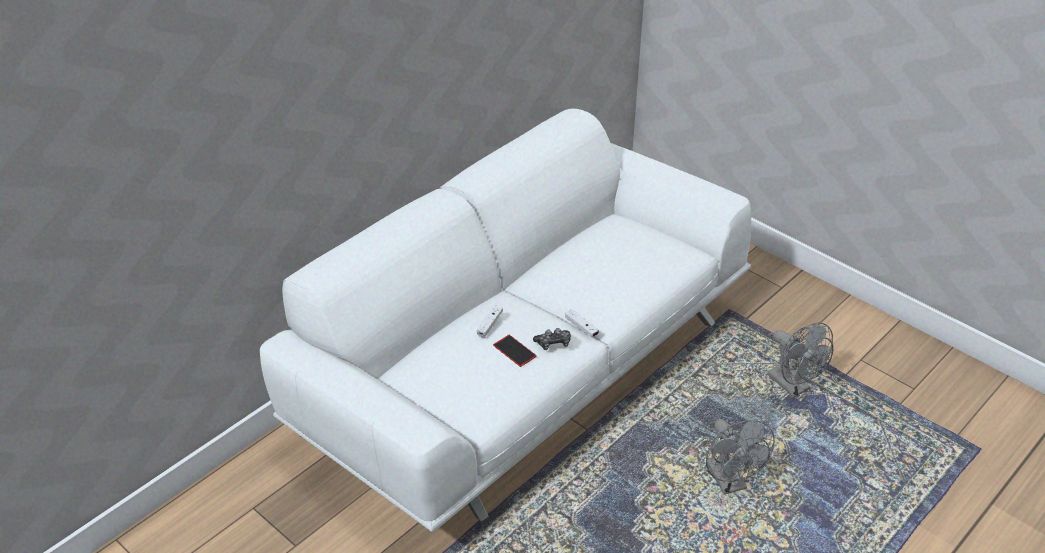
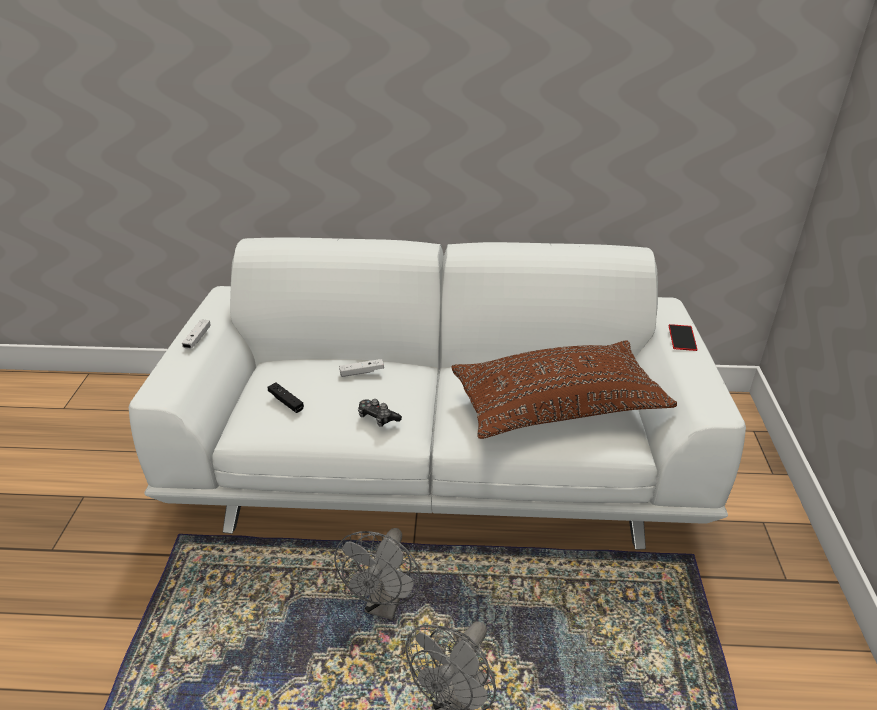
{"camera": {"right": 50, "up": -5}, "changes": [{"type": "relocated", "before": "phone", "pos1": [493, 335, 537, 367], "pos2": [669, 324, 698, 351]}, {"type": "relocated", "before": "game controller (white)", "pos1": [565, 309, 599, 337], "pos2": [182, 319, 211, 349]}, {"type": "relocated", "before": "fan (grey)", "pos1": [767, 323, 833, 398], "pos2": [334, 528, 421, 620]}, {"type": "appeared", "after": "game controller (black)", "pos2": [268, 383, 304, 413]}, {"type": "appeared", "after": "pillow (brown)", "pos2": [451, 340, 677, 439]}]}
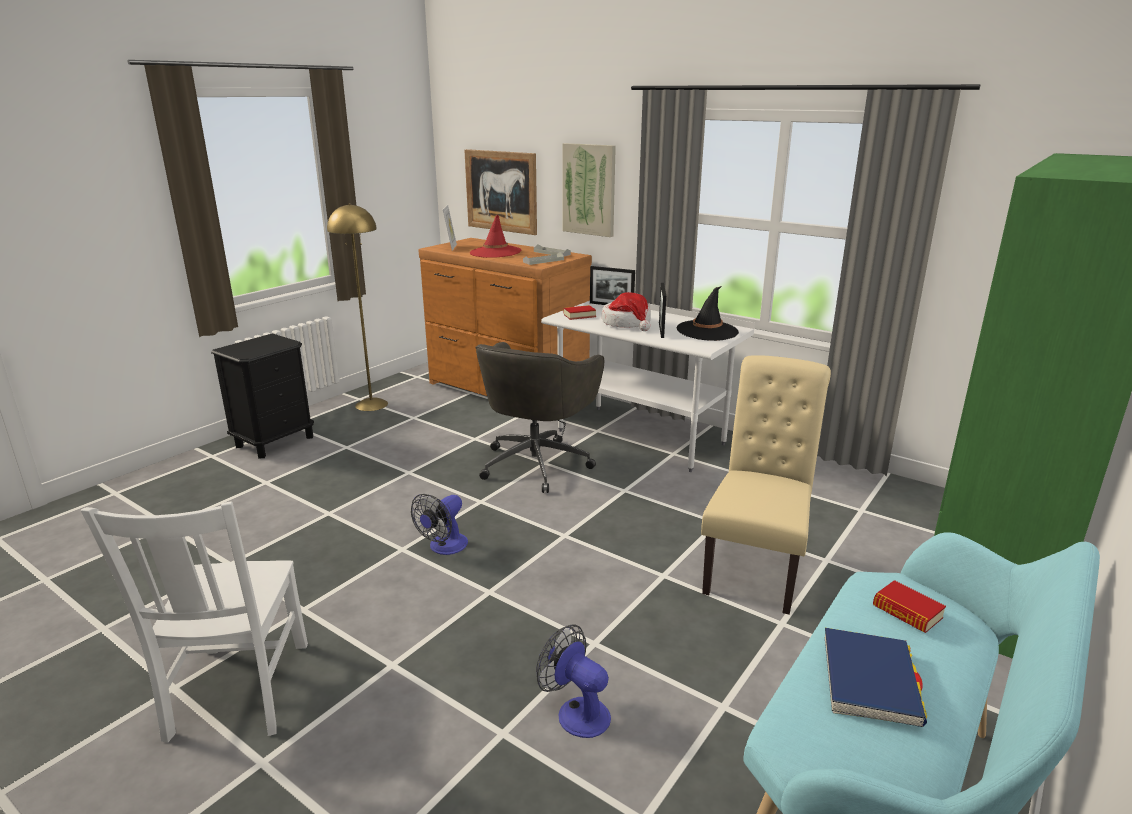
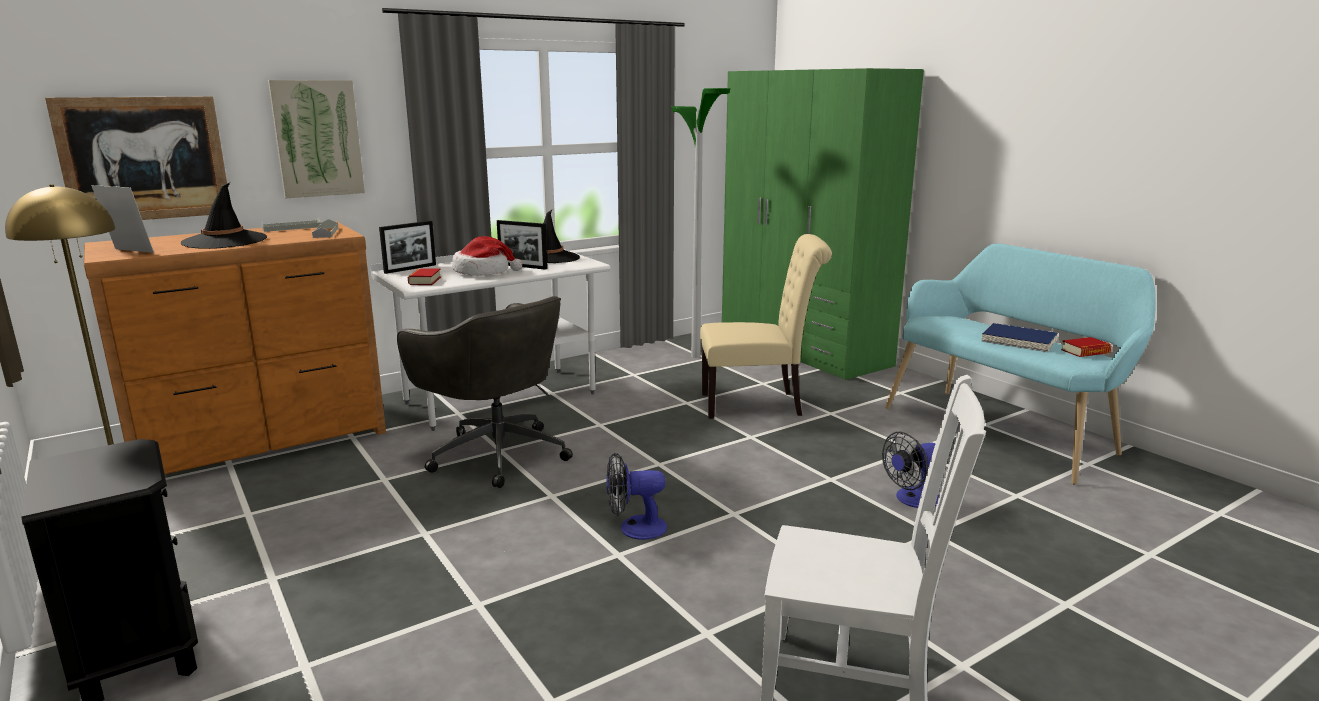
{"camera": {"right": -70, "up": -5}, "changes": [{"type": "spun", "before": "fan", "pos1": [411, 494, 468, 555], "pos2": [606, 452, 667, 540], "turn": 120}, {"type": "colour", "before": "hat (red)", "after": "hat (black)", "pos1": [470, 214, 521, 258], "pos2": [181, 183, 267, 249]}, {"type": "spun", "before": "chair (beige)", "pos1": [701, 355, 831, 615], "pos2": [700, 234, 832, 419], "turn": 135}, {"type": "relocated", "before": "book", "pos1": [873, 580, 946, 633], "pos2": [1061, 337, 1111, 357]}, {"type": "appeared", "after": "floor lamp", "pos2": [671, 88, 731, 358]}]}
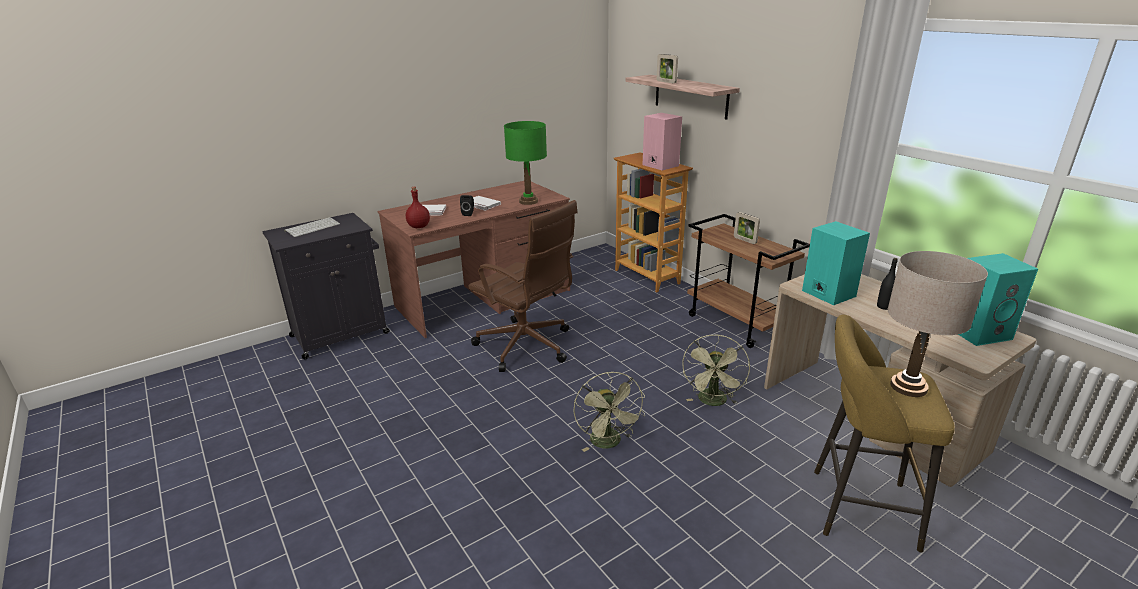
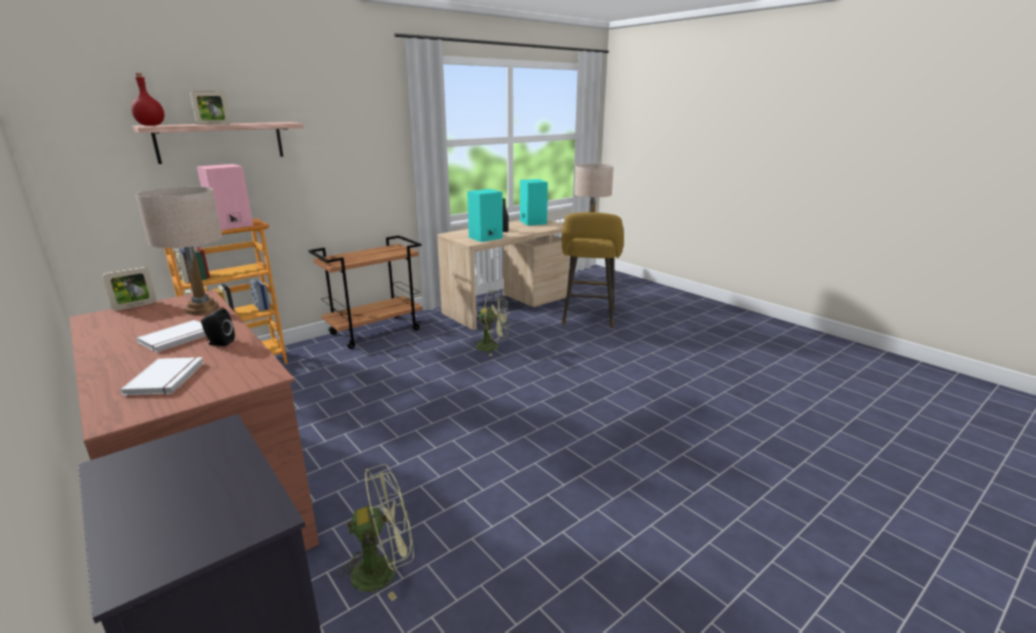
{"camera": {"right": -95, "up": -5}, "changes": [{"type": "missing", "before": "keyboard", "pos1": [284, 217, 340, 237]}, {"type": "relocated", "before": "bottle (red)", "pos1": [406, 187, 430, 228], "pos2": [131, 73, 164, 126]}, {"type": "missing", "before": "office chair (brown)", "pos1": [468, 200, 578, 372]}, {"type": "colour", "before": "table lamp (green)", "after": "table lamp (beige)", "pos1": [504, 121, 547, 205], "pos2": [135, 187, 223, 315]}, {"type": "relocated", "before": "fan (green)", "pos1": [573, 372, 645, 452], "pos2": [337, 464, 414, 601]}, {"type": "relocated", "before": "picture frame", "pos1": [734, 212, 760, 244], "pos2": [102, 267, 157, 311]}]}
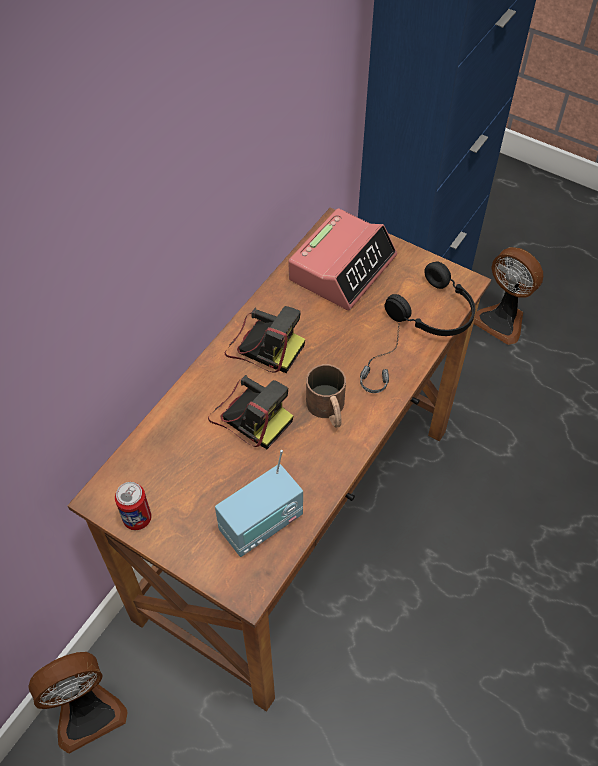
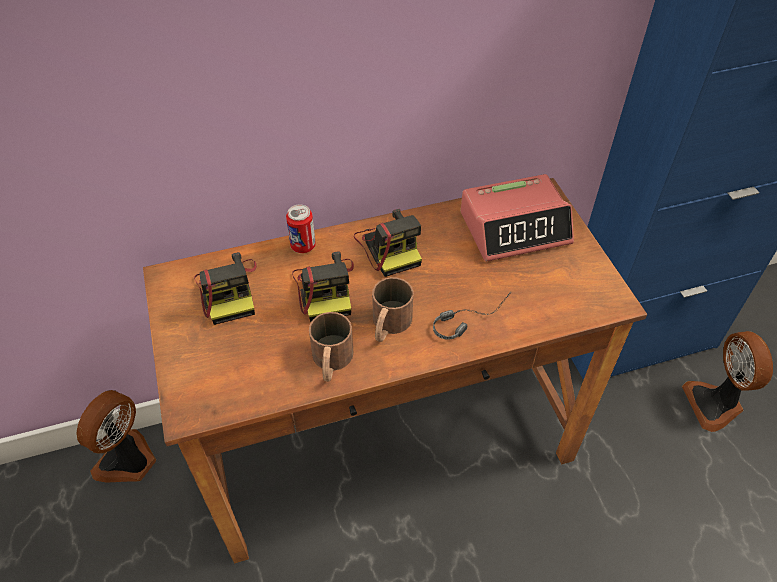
{"camera": {"right": 40, "up": -5}, "changes": [{"type": "spun", "before": "fan", "pos1": [28, 652, 128, 754], "pos2": [76, 390, 156, 483], "turn": 105}, {"type": "relocated", "before": "can", "pos1": [115, 482, 152, 530], "pos2": [286, 204, 316, 253]}, {"type": "missing", "before": "radio", "pos1": [215, 450, 303, 557]}, {"type": "missing", "before": "headphones (black)", "pos1": [384, 261, 475, 336]}, {"type": "appeared", "after": "photo camera", "pos2": [194, 252, 257, 325]}, {"type": "appeared", "after": "mug (brown)", "pos2": [309, 312, 353, 382]}]}
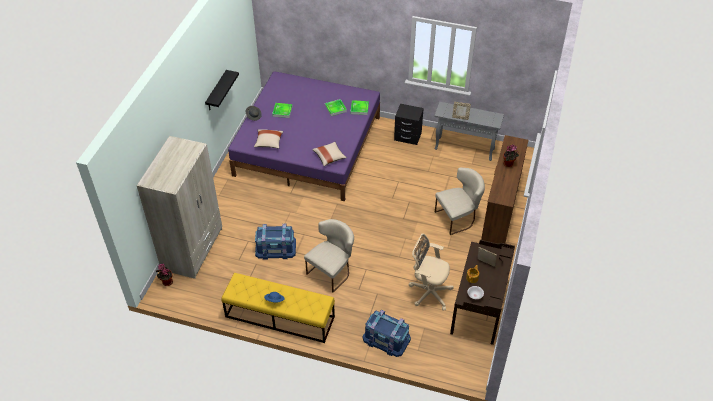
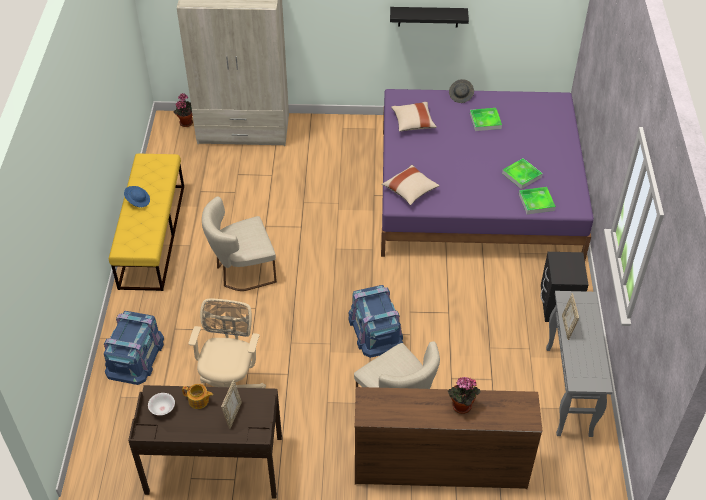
{"camera": {"right": 75, "up": 0}, "changes": [{"type": "relocated", "before": "storage box (blue)", "pos1": [255, 224, 296, 260], "pos2": [348, 285, 403, 358]}, {"type": "spun", "before": "chair (beige)", "pos1": [304, 219, 354, 292], "pos2": [202, 196, 277, 291], "turn": 135}]}
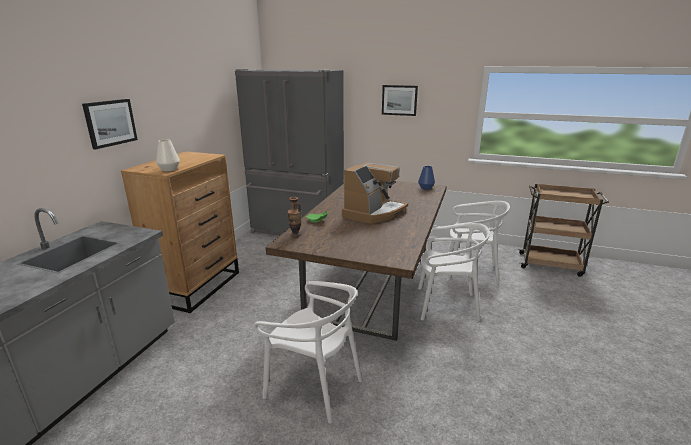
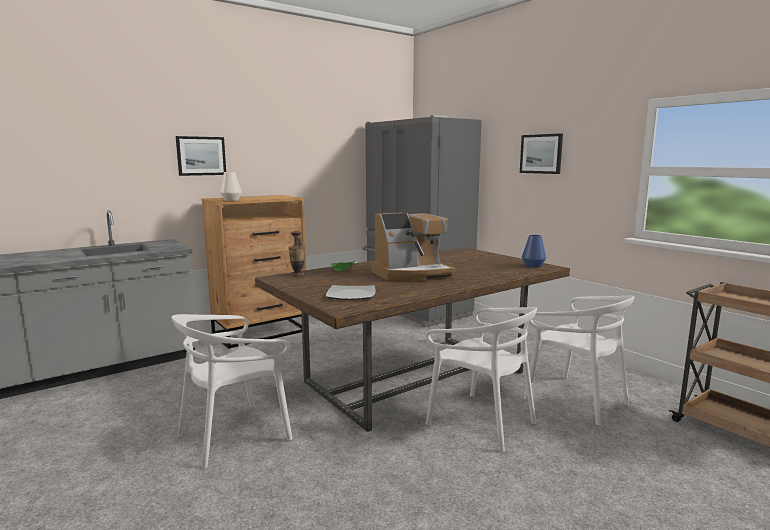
{"camera": {"right": 35, "up": -10}, "changes": [{"type": "spun", "before": "chair (white)", "pos1": [253, 281, 362, 423], "pos2": [171, 314, 293, 468], "turn": 75}, {"type": "appeared", "after": "plate", "pos2": [326, 285, 376, 300]}]}
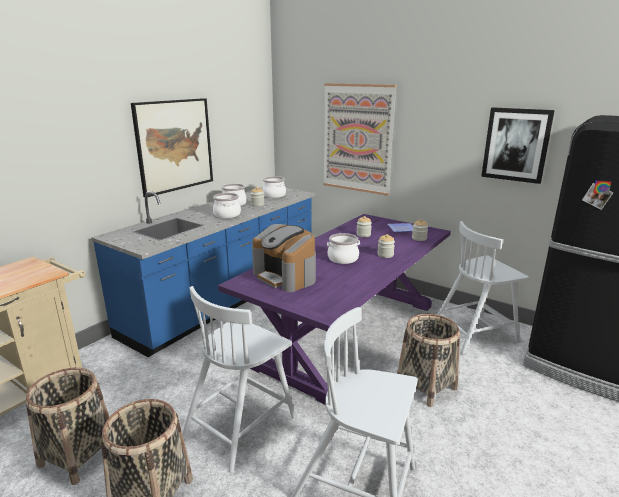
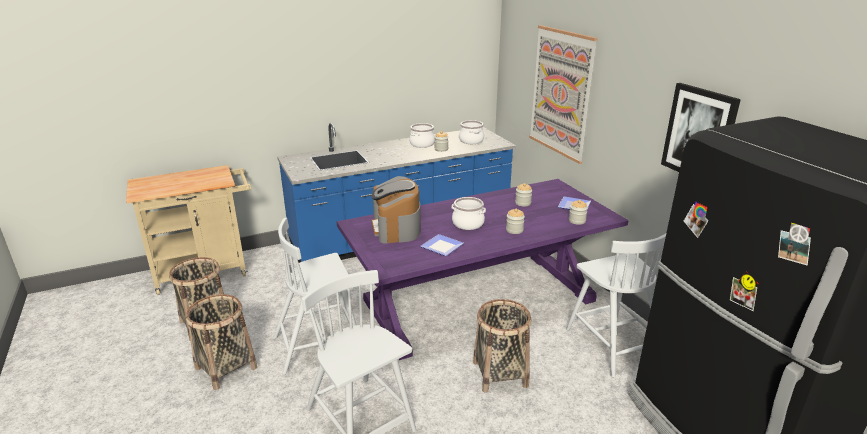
{"camera": {"right": 30, "up": 5}, "changes": [{"type": "missing", "before": "picture", "pos1": [131, 98, 213, 197]}, {"type": "missing", "before": "cooking pot", "pos1": [213, 193, 241, 218]}, {"type": "spun", "before": "chair (white)", "pos1": [437, 221, 529, 354], "pos2": [566, 234, 666, 377], "turn": -120}, {"type": "appeared", "after": "plate", "pos2": [420, 234, 464, 256]}]}
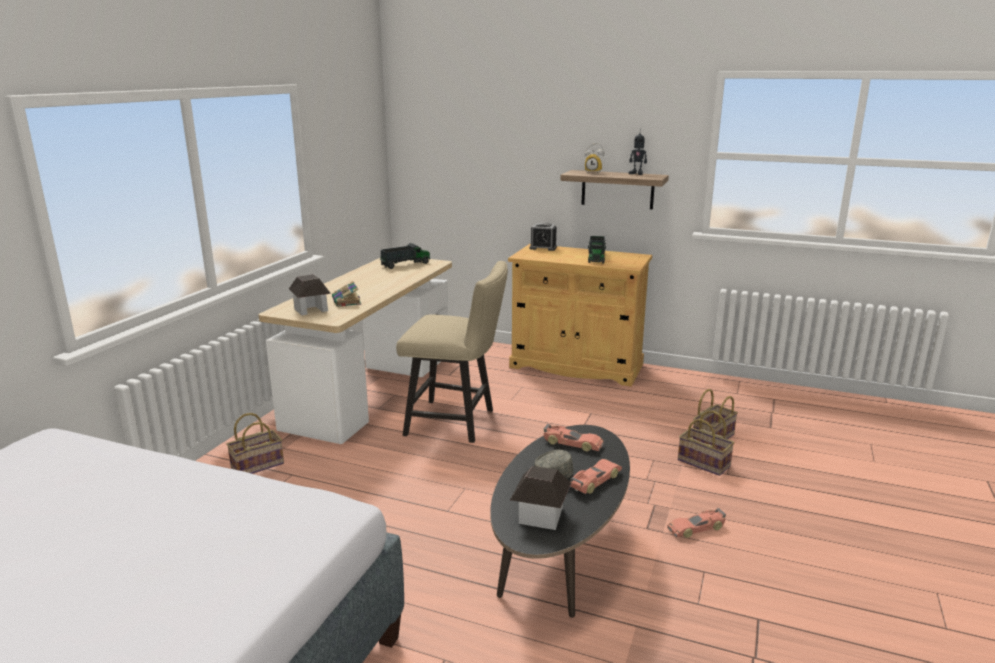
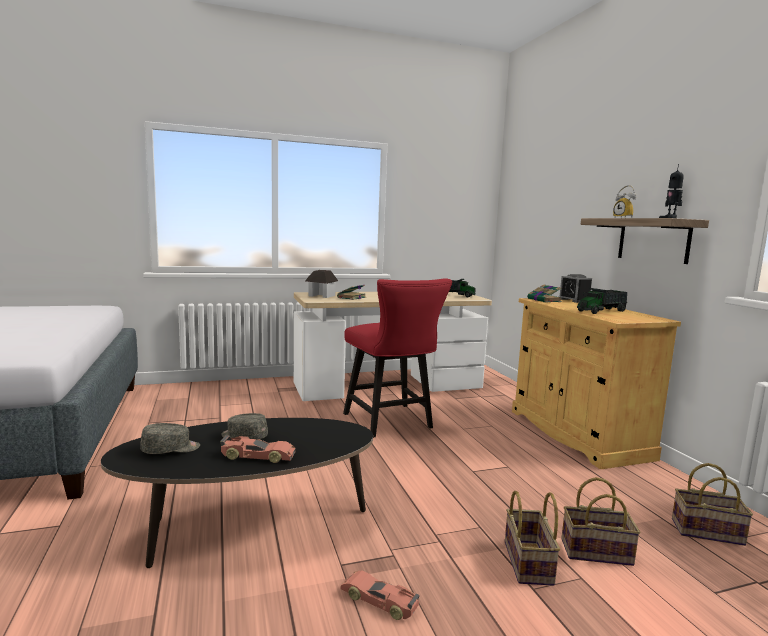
{"camera": {"right": 50, "up": -10}, "changes": [{"type": "relocated", "before": "basket", "pos1": [226, 413, 284, 474], "pos2": [672, 463, 753, 546]}, {"type": "colour", "before": "chair (beige)", "after": "chair (red)", "pos1": [396, 261, 508, 443], "pos2": [343, 278, 452, 438]}, {"type": "exchanged", "before": "toy house", "after": "cap (grey)", "pos1": [510, 466, 571, 530], "pos2": [140, 423, 200, 454]}, {"type": "missing", "before": "toy car", "pos1": [544, 424, 604, 452]}, {"type": "appeared", "after": "book", "pos2": [527, 284, 562, 303]}]}
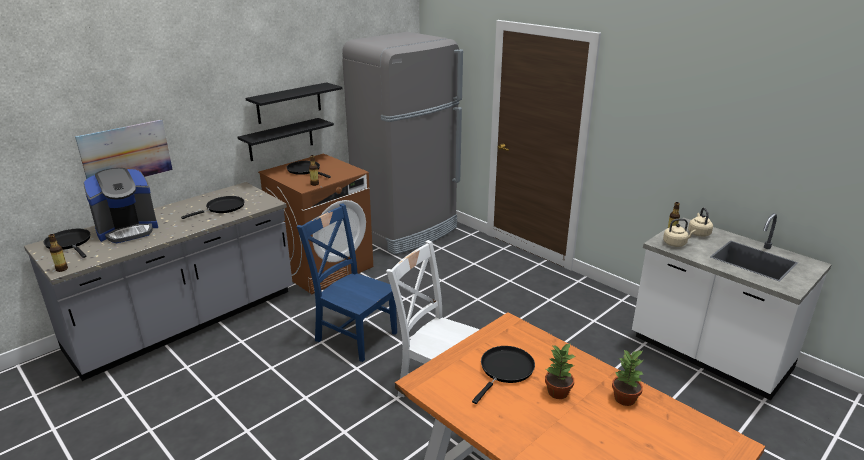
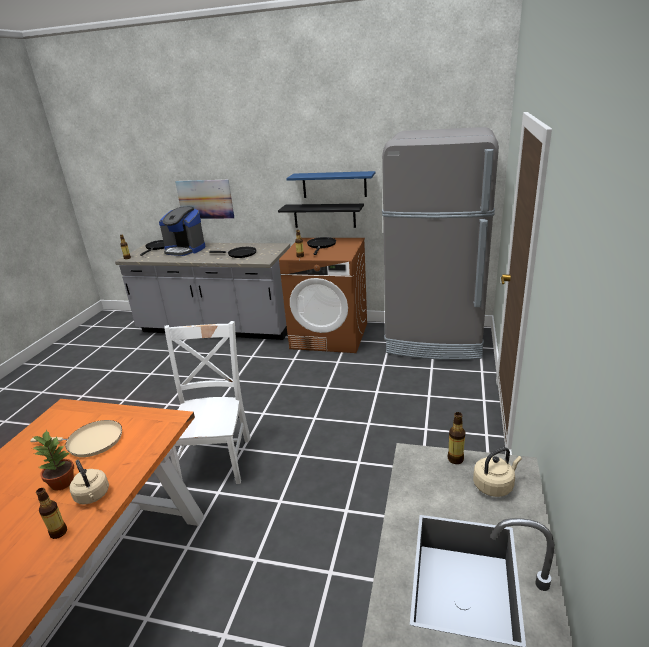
{"camera": {"right": 60, "up": 0}, "changes": [{"type": "colour", "before": "shelf (black)", "after": "shelf (blue)", "pos1": [245, 82, 342, 124], "pos2": [286, 171, 375, 198]}, {"type": "missing", "before": "chair (blue)", "pos1": [297, 203, 397, 362]}, {"type": "colour", "before": "frying pan (black)", "after": "frying pan (beige)", "pos1": [472, 346, 535, 404], "pos2": [30, 420, 122, 457]}, {"type": "exchanged", "before": "potted plant", "after": "bottle", "pos1": [612, 350, 643, 406], "pos2": [36, 488, 67, 539]}, {"type": "relocated", "before": "kettle (beige)", "pos1": [663, 219, 696, 247], "pos2": [69, 460, 109, 504]}]}
